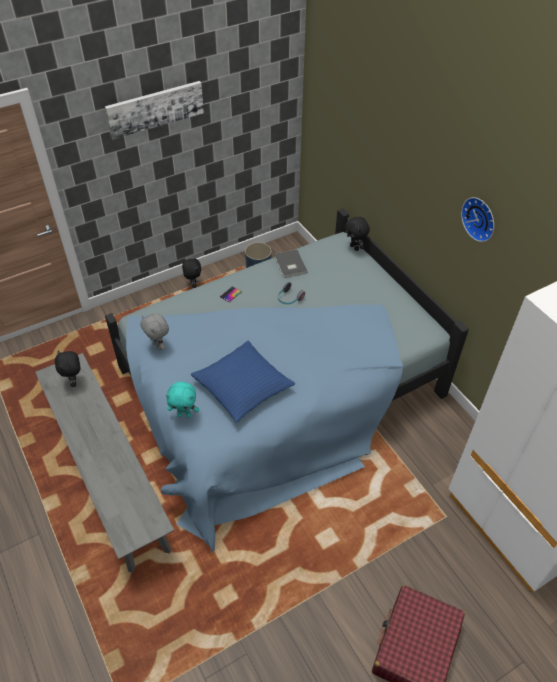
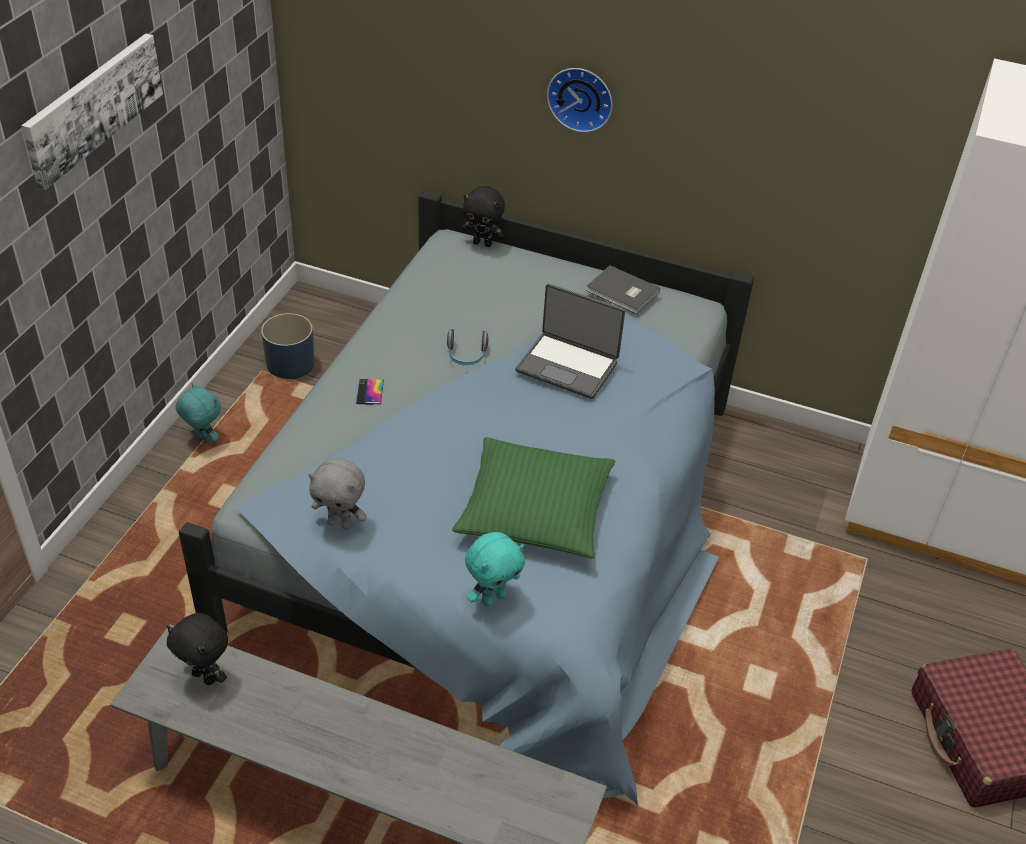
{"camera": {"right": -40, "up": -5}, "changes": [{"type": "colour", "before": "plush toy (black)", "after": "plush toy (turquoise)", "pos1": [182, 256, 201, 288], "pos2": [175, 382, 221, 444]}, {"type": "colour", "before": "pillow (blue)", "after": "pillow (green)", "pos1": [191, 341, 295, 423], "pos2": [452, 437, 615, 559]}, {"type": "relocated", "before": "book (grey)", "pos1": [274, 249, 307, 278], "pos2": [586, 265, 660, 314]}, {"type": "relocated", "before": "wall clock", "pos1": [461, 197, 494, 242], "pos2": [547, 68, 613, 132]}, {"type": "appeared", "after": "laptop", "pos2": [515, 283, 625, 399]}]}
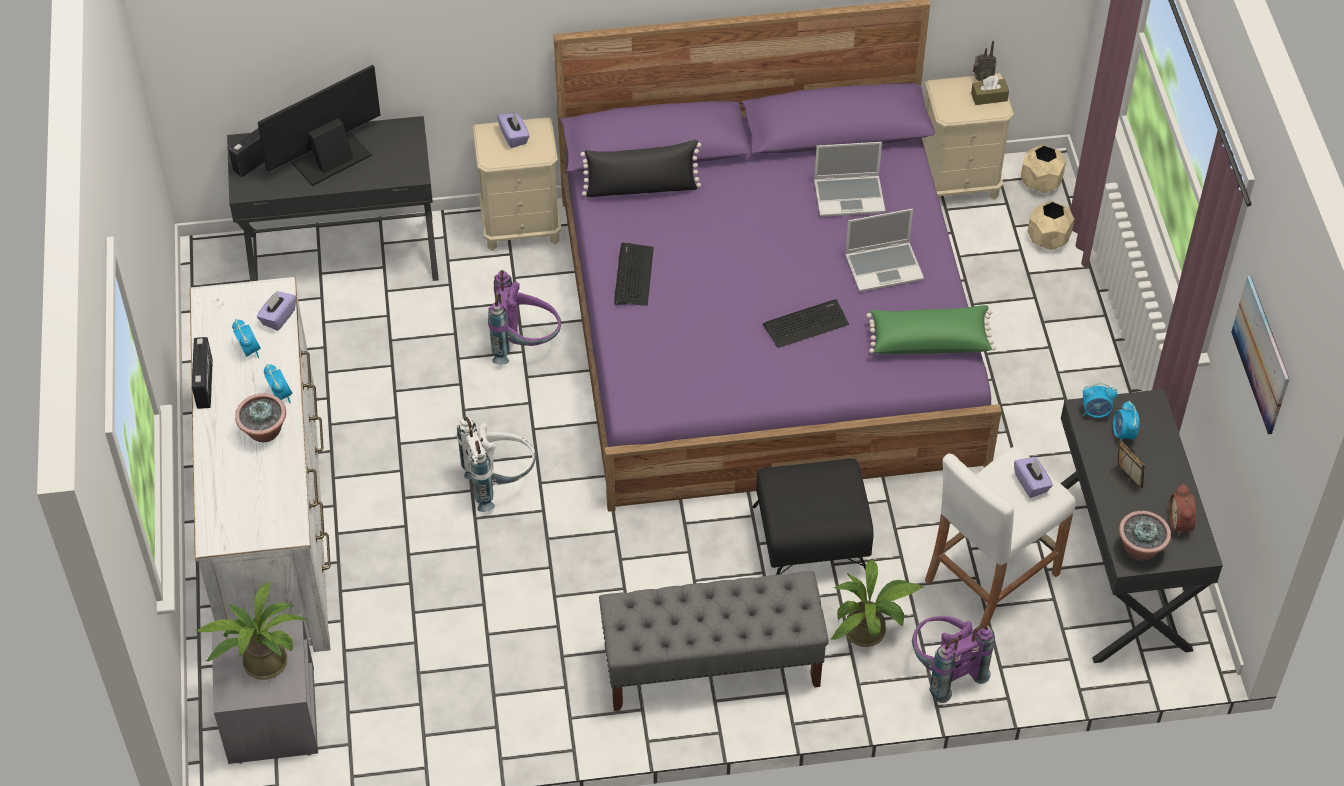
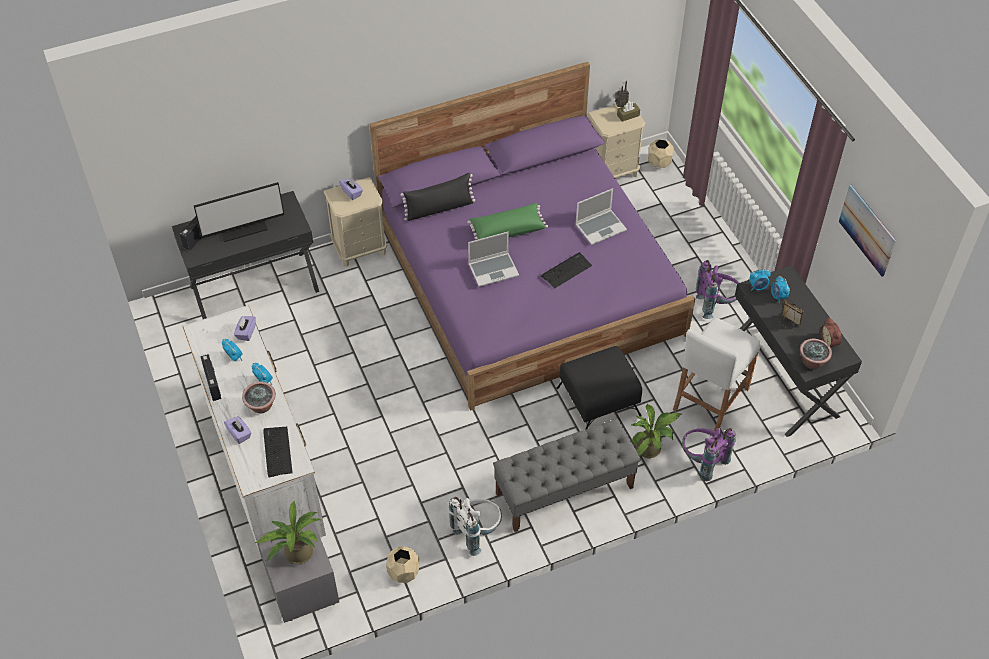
{"camera": {"right": -15, "up": 0}, "changes": [{"type": "spun", "before": "monitor", "pos1": [258, 65, 380, 186], "pos2": [194, 182, 284, 242], "turn": -150}, {"type": "relocated", "before": "backpack (white)", "pos1": [457, 417, 536, 512], "pos2": [449, 497, 502, 556]}, {"type": "relocated", "before": "backpack (purple)", "pos1": [488, 270, 561, 365], "pos2": [696, 260, 739, 319]}, {"type": "relocated", "before": "keyboard", "pos1": [614, 243, 654, 306], "pos2": [263, 427, 293, 478]}, {"type": "relocated", "before": "laptop", "pos1": [814, 142, 885, 217], "pos2": [468, 232, 519, 287]}, {"type": "relocated", "before": "pillow (green)", "pos1": [866, 305, 996, 354], "pos2": [468, 203, 548, 240]}, {"type": "relocated", "before": "tissue box (purple)", "pos1": [1014, 457, 1053, 498], "pos2": [224, 416, 251, 444]}, {"type": "relocated", "before": "planter (beige)", "pos1": [1027, 201, 1074, 250], "pos2": [386, 546, 420, 583]}]}
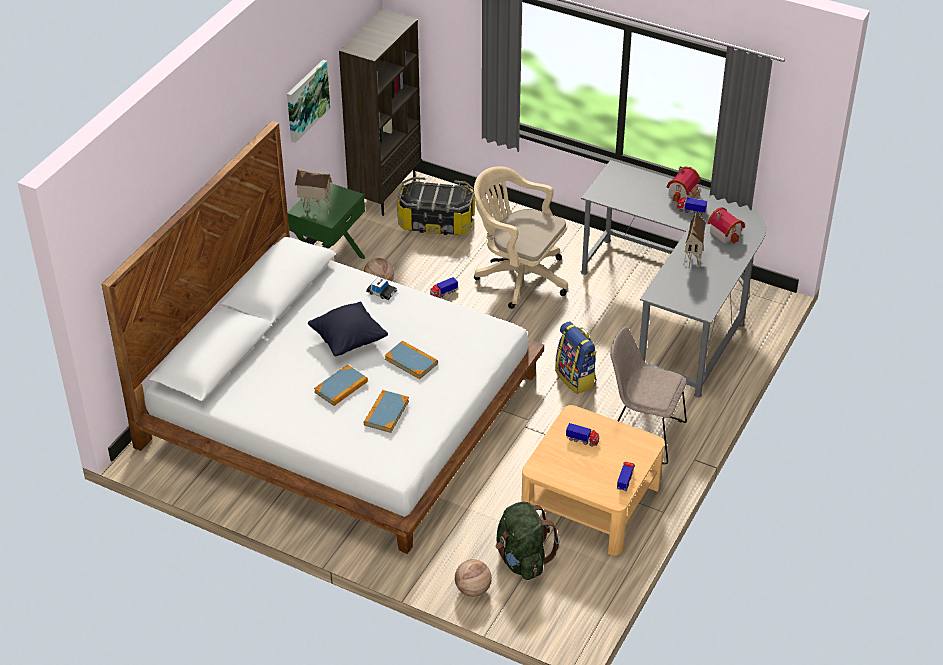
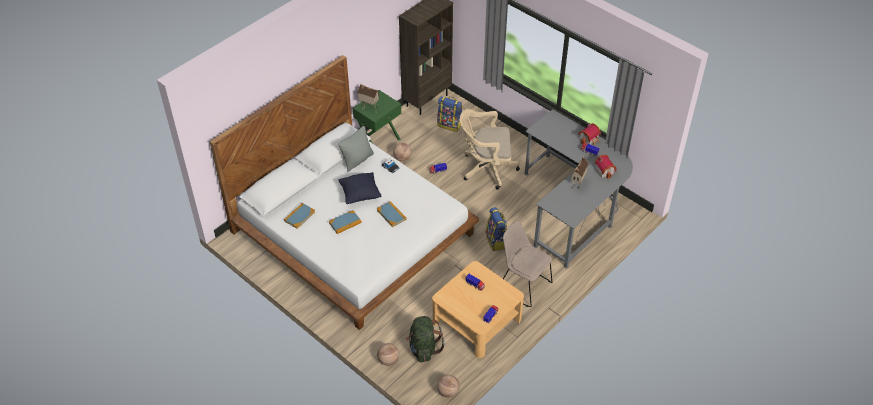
{"camera": {"right": 15, "up": 5}, "changes": [{"type": "missing", "before": "picture", "pos1": [287, 60, 330, 143]}, {"type": "relocated", "before": "book", "pos1": [364, 390, 409, 433], "pos2": [284, 203, 315, 229]}, {"type": "exchanged", "before": "storage box", "after": "backpack", "pos1": [397, 177, 475, 235], "pos2": [437, 96, 462, 132]}, {"type": "spun", "before": "office chair (beige)", "pos1": [474, 166, 568, 309], "pos2": [460, 109, 520, 190], "turn": -45}, {"type": "appeared", "after": "pillow (grey)", "pos2": [338, 126, 374, 172]}, {"type": "appeared", "after": "basketball", "pos2": [437, 374, 459, 397]}]}
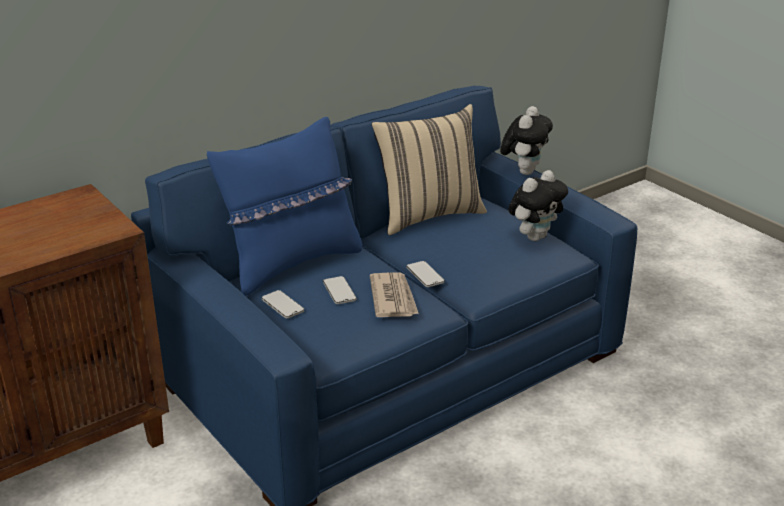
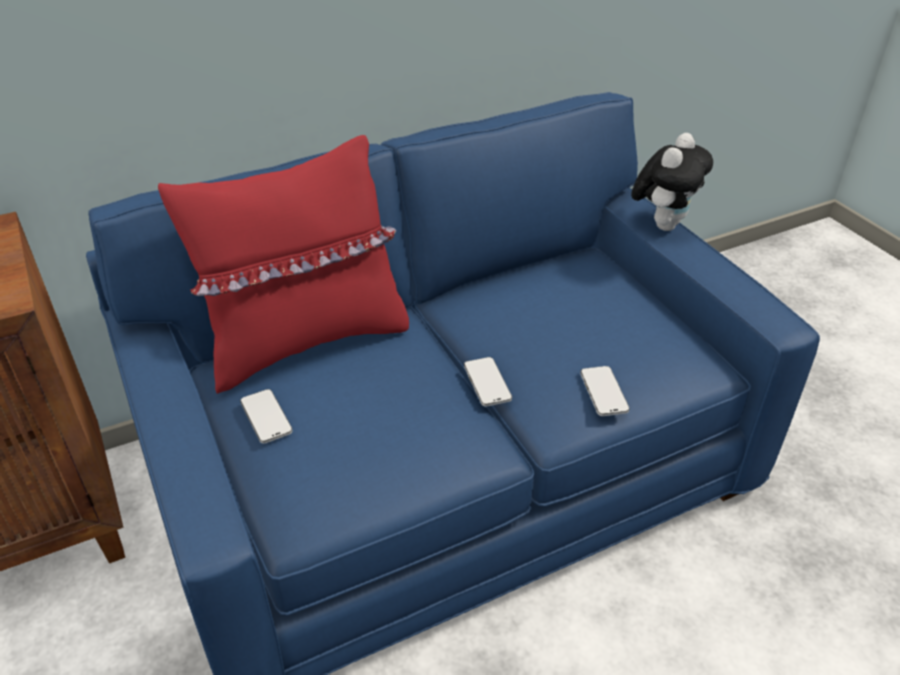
{"camera": {"right": 10, "up": 10}, "changes": [{"type": "colour", "before": "pillow (blue)", "after": "pillow (red)", "pos1": [207, 117, 362, 296], "pos2": [158, 135, 409, 394]}, {"type": "relocated", "before": "phone", "pos1": [323, 276, 356, 304], "pos2": [580, 366, 630, 416]}, {"type": "missing", "before": "newspaper", "pos1": [370, 272, 419, 317]}, {"type": "missing", "before": "pillow (beige)", "pos1": [371, 104, 487, 235]}, {"type": "missing", "before": "plush toy", "pos1": [508, 170, 568, 241]}]}
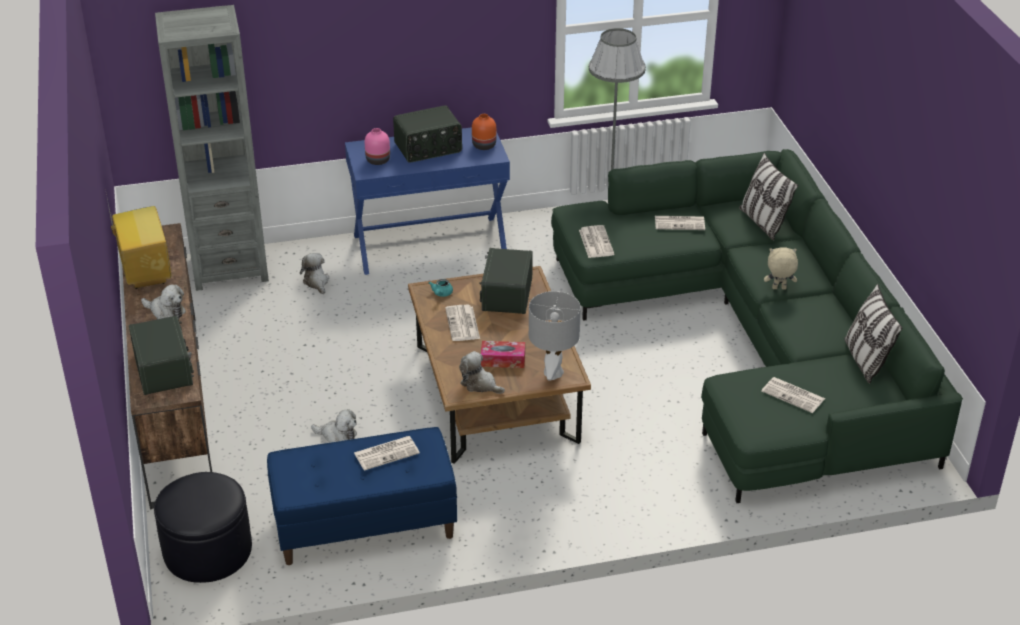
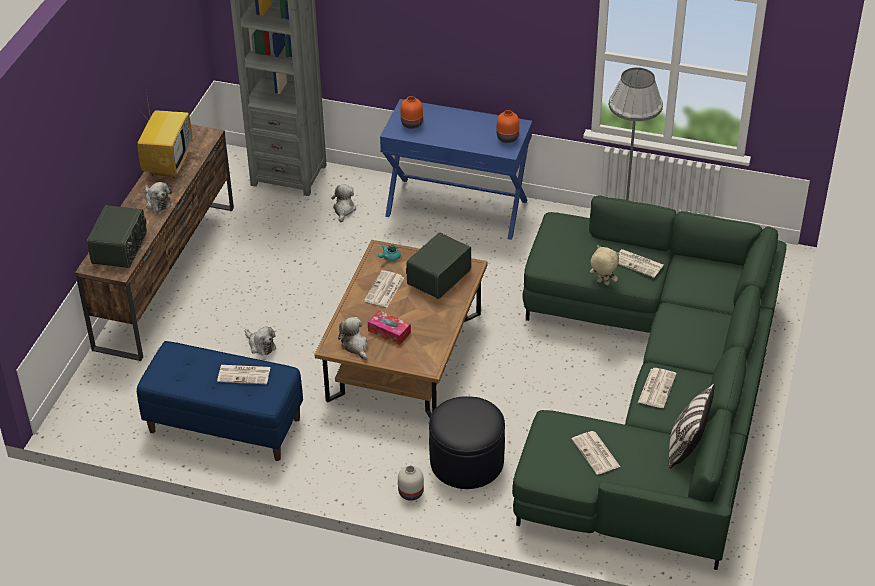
{"camera": {"right": 30, "up": 5}, "changes": [{"type": "relocated", "before": "ottoman (black)", "pos1": [154, 472, 252, 583], "pos2": [429, 396, 505, 489]}, {"type": "colour", "before": "vase (pink)", "after": "vase (orange)", "pos1": [365, 128, 390, 165], "pos2": [400, 96, 423, 129]}, {"type": "missing", "before": "radio", "pos1": [393, 105, 462, 163]}, {"type": "missing", "before": "table lamp (grey)", "pos1": [529, 291, 581, 381]}, {"type": "relocated", "before": "newspaper", "pos1": [579, 225, 614, 258], "pos2": [638, 368, 676, 408]}, {"type": "missing", "before": "pillow", "pos1": [739, 153, 798, 240]}, {"type": "relocated", "before": "plush toy (beige)", "pos1": [764, 247, 798, 289], "pos2": [590, 245, 619, 285]}, {"type": "appeared", "after": "vase (white)", "pos2": [398, 466, 424, 501]}]}
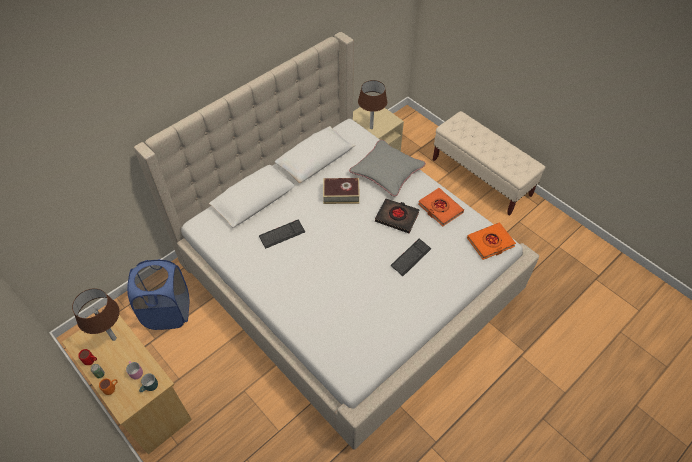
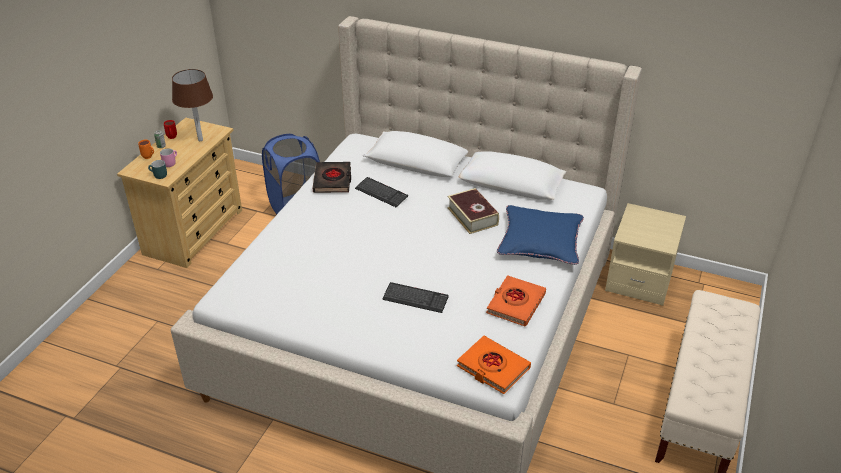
{"camera": {"right": 65, "up": -15}, "changes": [{"type": "colour", "before": "pillow (grey)", "after": "pillow (blue)", "pos1": [349, 140, 426, 196], "pos2": [497, 205, 584, 265]}, {"type": "missing", "before": "table lamp (brown)", "pos1": [358, 80, 387, 129]}, {"type": "relocated", "before": "book (black)", "pos1": [375, 199, 420, 233], "pos2": [312, 162, 351, 193]}]}
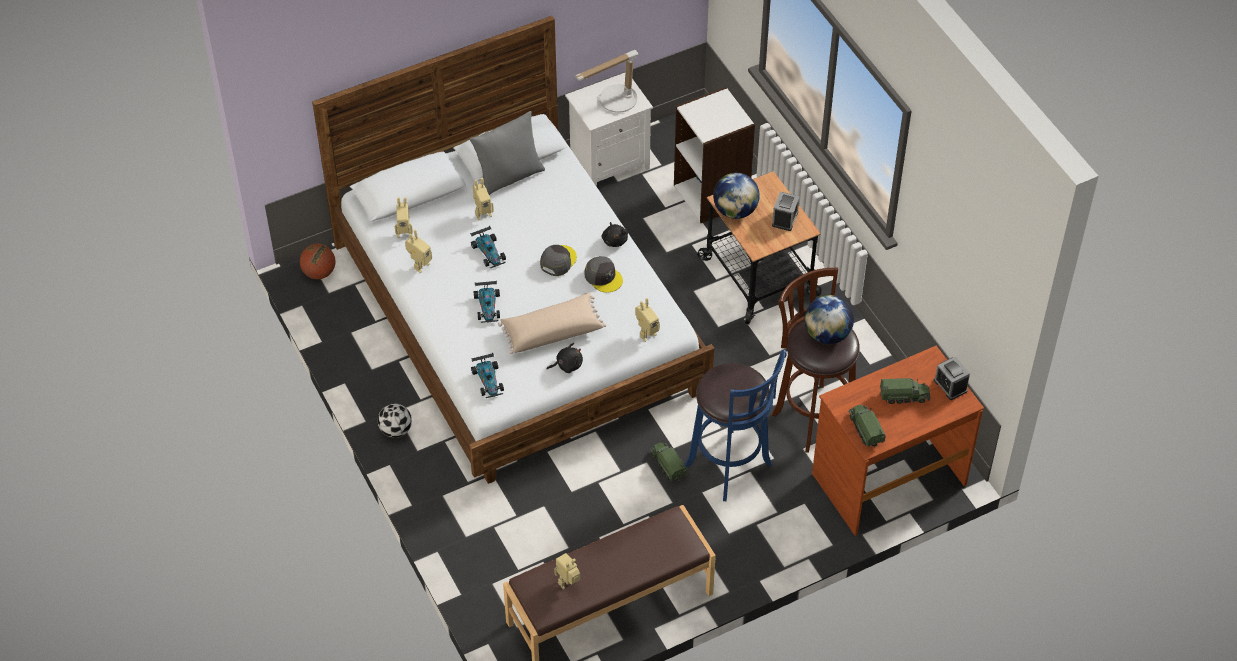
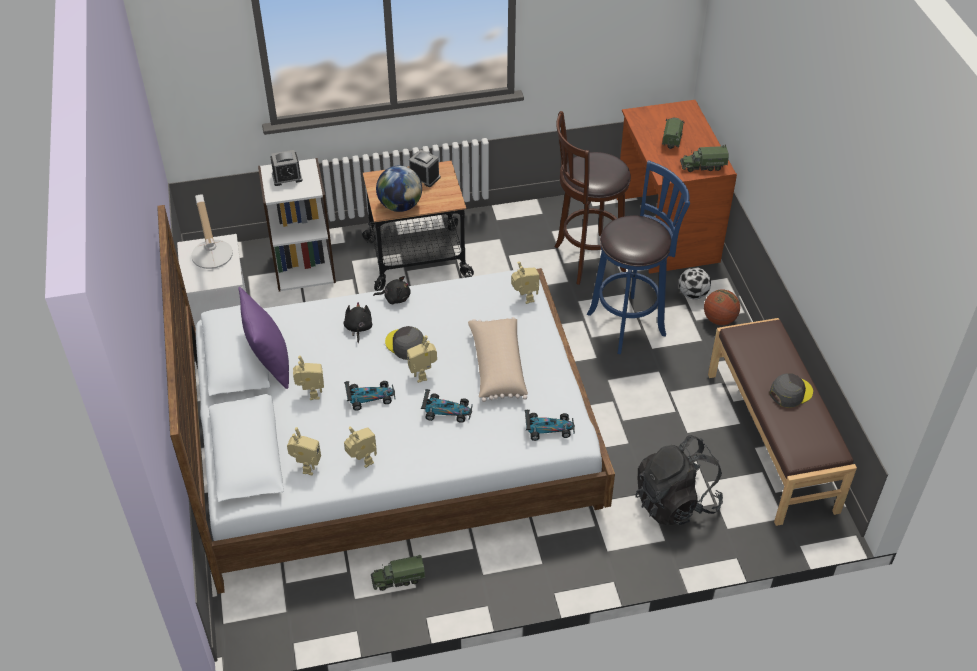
{"camera": {"right": -75, "up": -5}, "changes": [{"type": "relocated", "before": "basketball", "pos1": [300, 244, 335, 279], "pos2": [704, 290, 740, 325]}, {"type": "relocated", "before": "football", "pos1": [378, 404, 412, 438], "pos2": [679, 267, 711, 299]}, {"type": "colour", "before": "pillow (grey)", "after": "pillow (purple)", "pos1": [470, 111, 545, 195], "pos2": [238, 287, 289, 389]}, {"type": "relocated", "before": "plush toy (black)", "pos1": [546, 343, 583, 373], "pos2": [344, 302, 372, 343]}, {"type": "relocated", "before": "toy robot", "pos1": [554, 553, 580, 589], "pos2": [407, 335, 437, 383]}, {"type": "relocated", "before": "cap (grey)", "pos1": [584, 256, 623, 293], "pos2": [769, 373, 813, 408]}, {"type": "relocated", "before": "toy truck", "pos1": [650, 442, 687, 481], "pos2": [371, 555, 426, 591]}, {"type": "missing", "before": "globe", "pos1": [805, 295, 854, 344]}, {"type": "relocated", "before": "alarm clock", "pos1": [934, 357, 970, 400], "pos2": [270, 150, 303, 186]}, {"type": "appeared", "after": "backpack (black)", "pos2": [635, 435, 723, 525]}]}
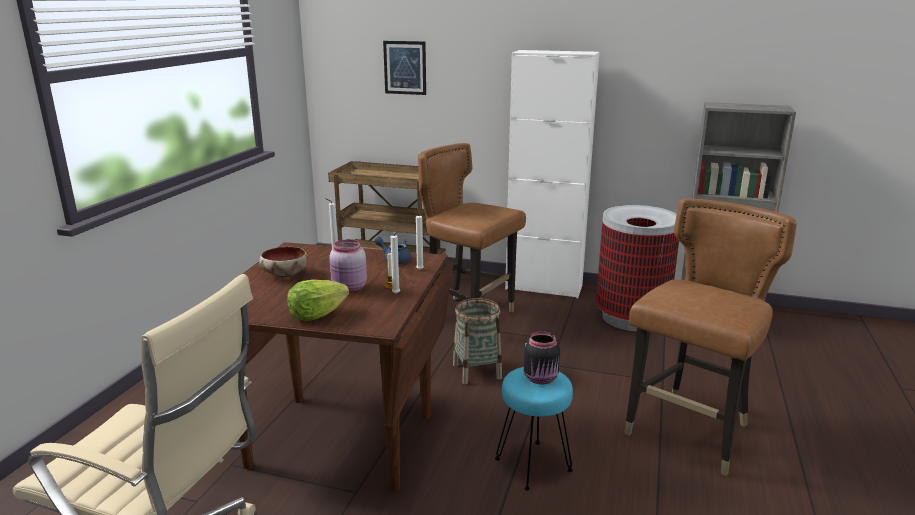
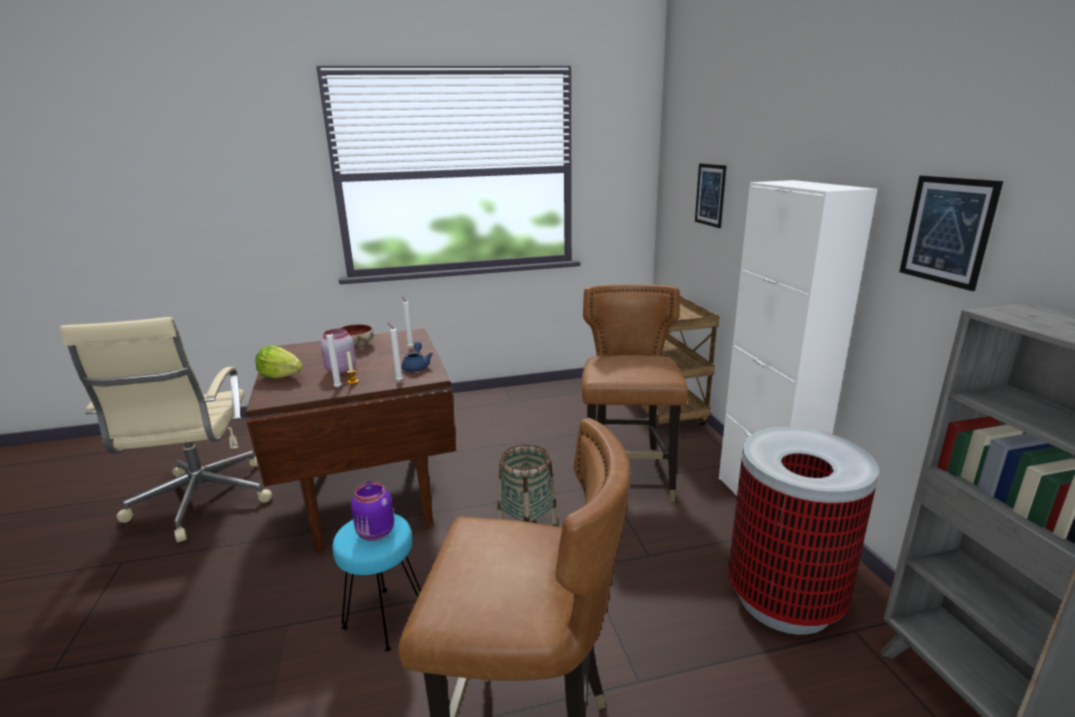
{"camera": {"right": 60, "up": 0}, "changes": [{"type": "colour", "before": "jar (black)", "after": "jar (purple)", "pos1": [524, 331, 560, 385], "pos2": [351, 481, 394, 541]}, {"type": "appeared", "after": "picture", "pos2": [899, 176, 1003, 291]}]}
